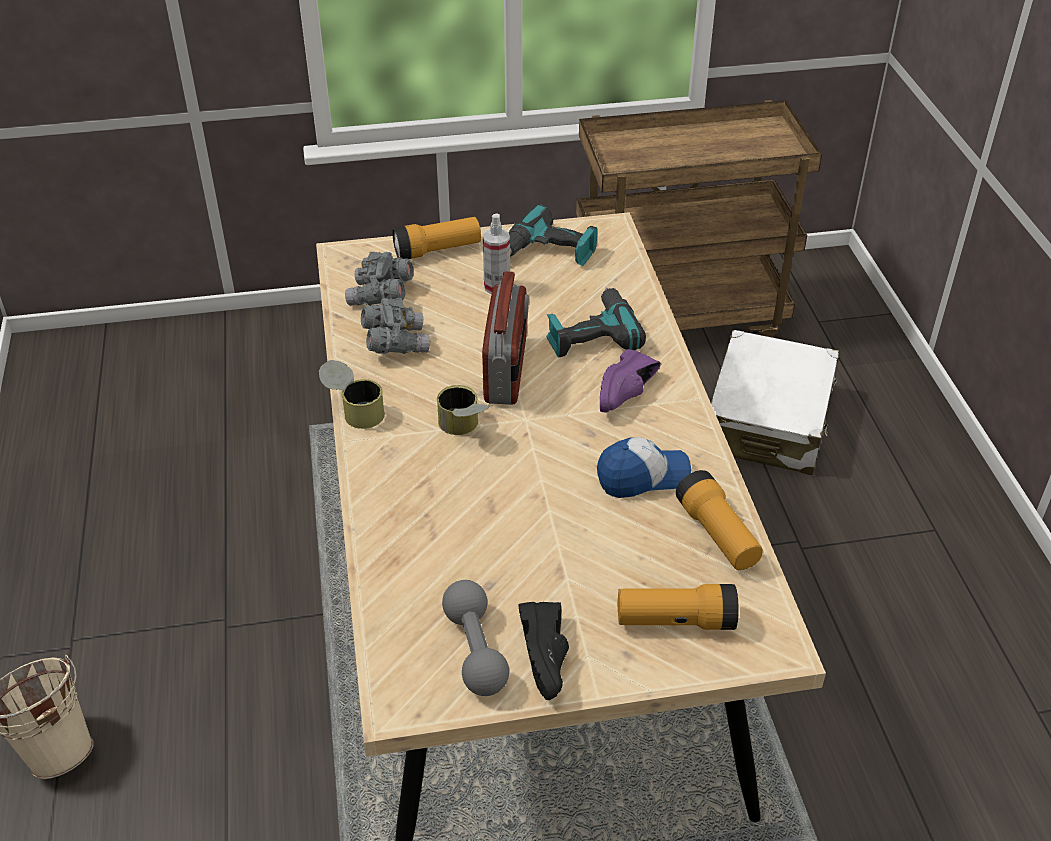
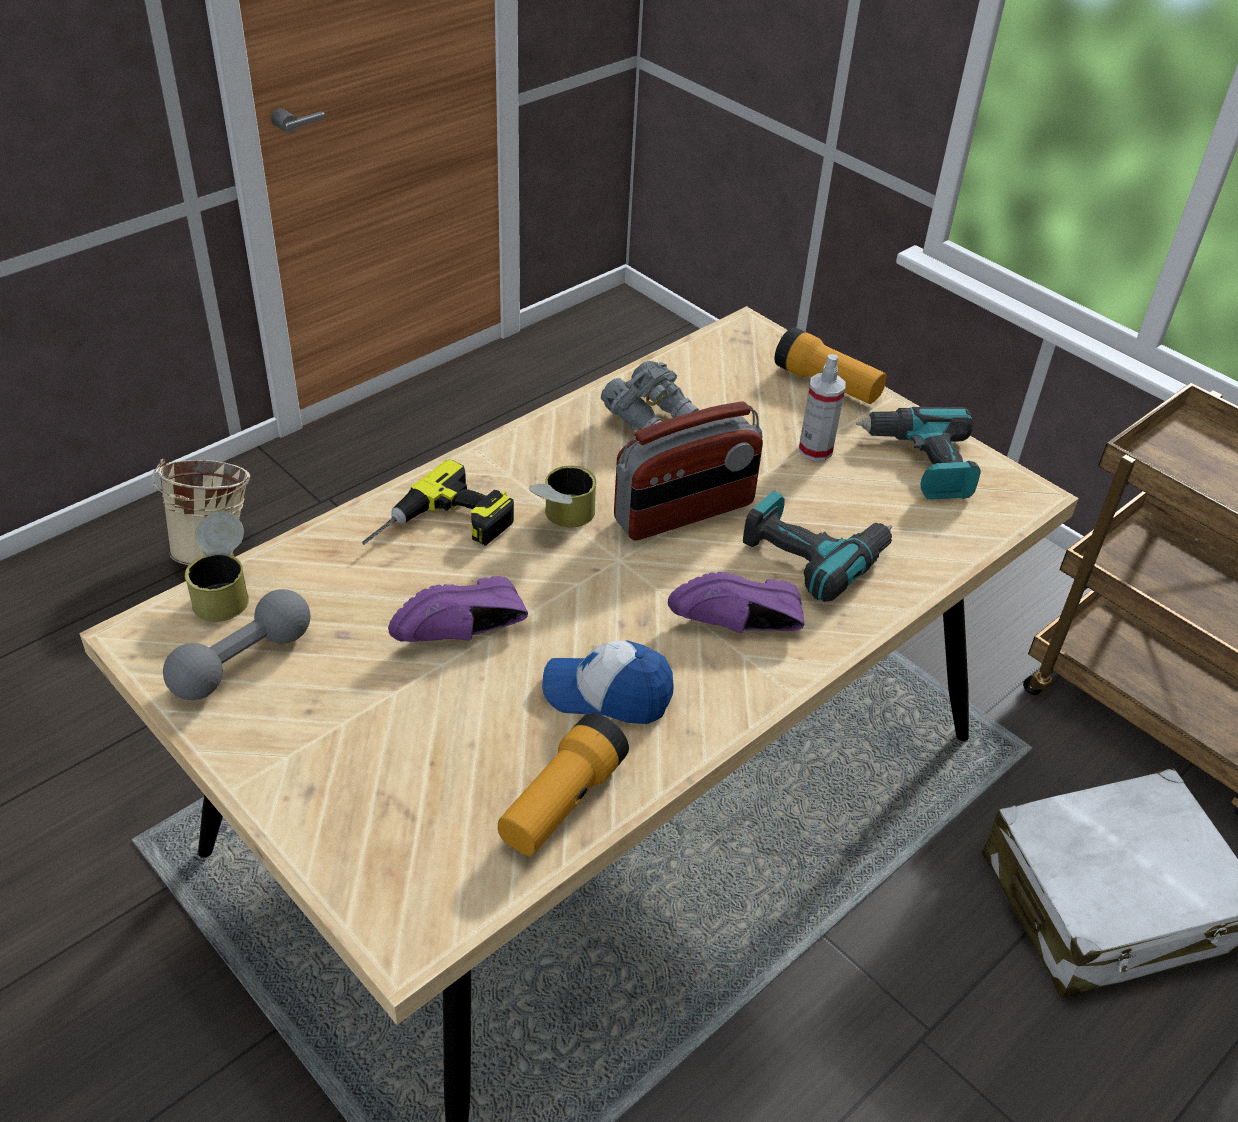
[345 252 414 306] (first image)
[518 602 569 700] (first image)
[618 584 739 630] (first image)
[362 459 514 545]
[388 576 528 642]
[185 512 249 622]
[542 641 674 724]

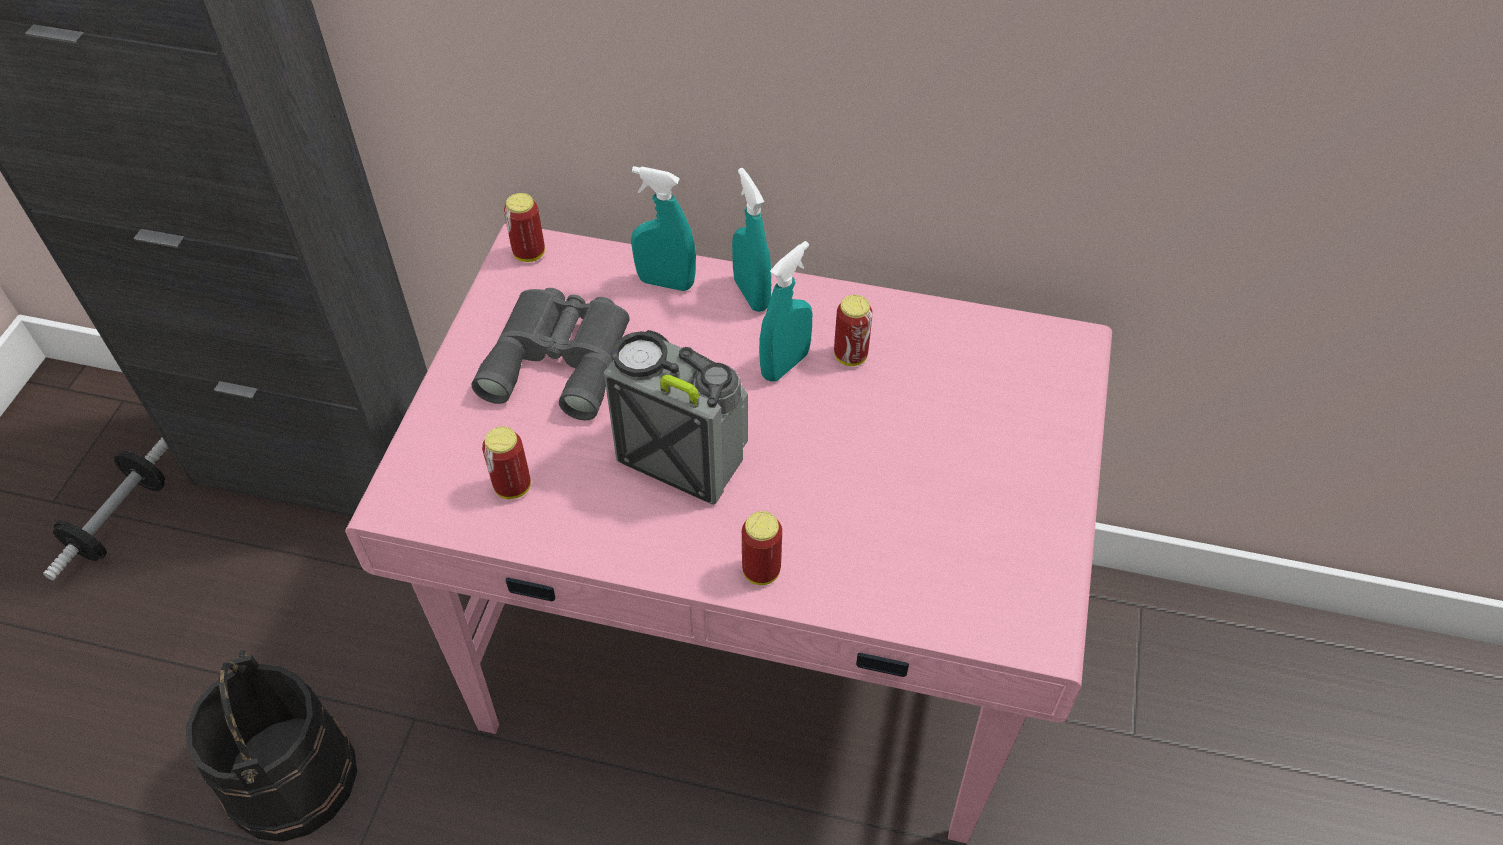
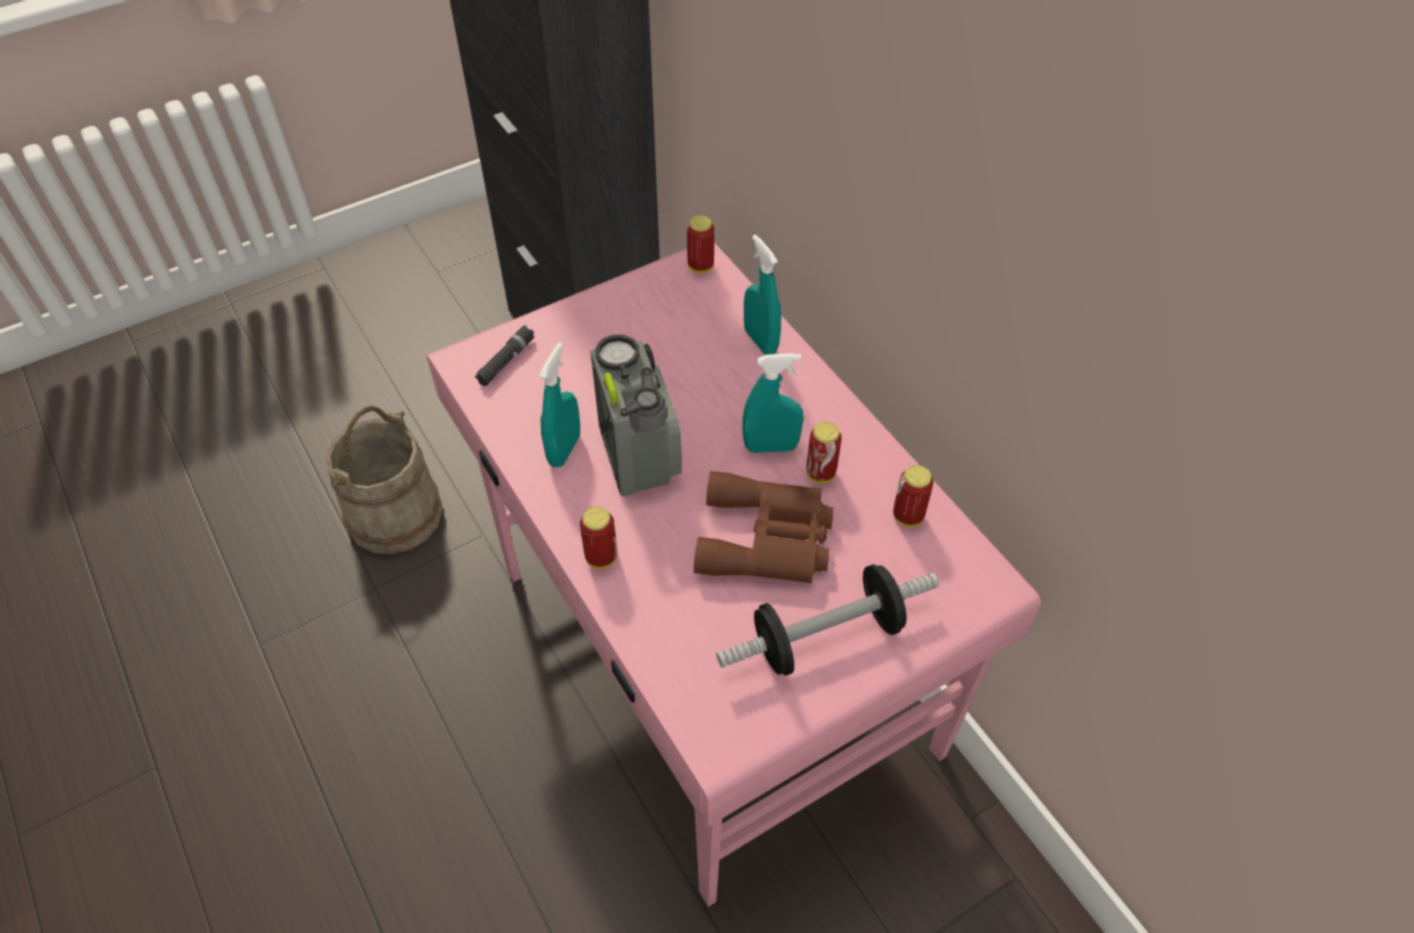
[472 288 630 420] (first image)
[475 325 534 386]
[694 471 834 583]
[716 564 939 675]
[893 465 933 527]
[539 342 580 467]
[326 406 443 554]

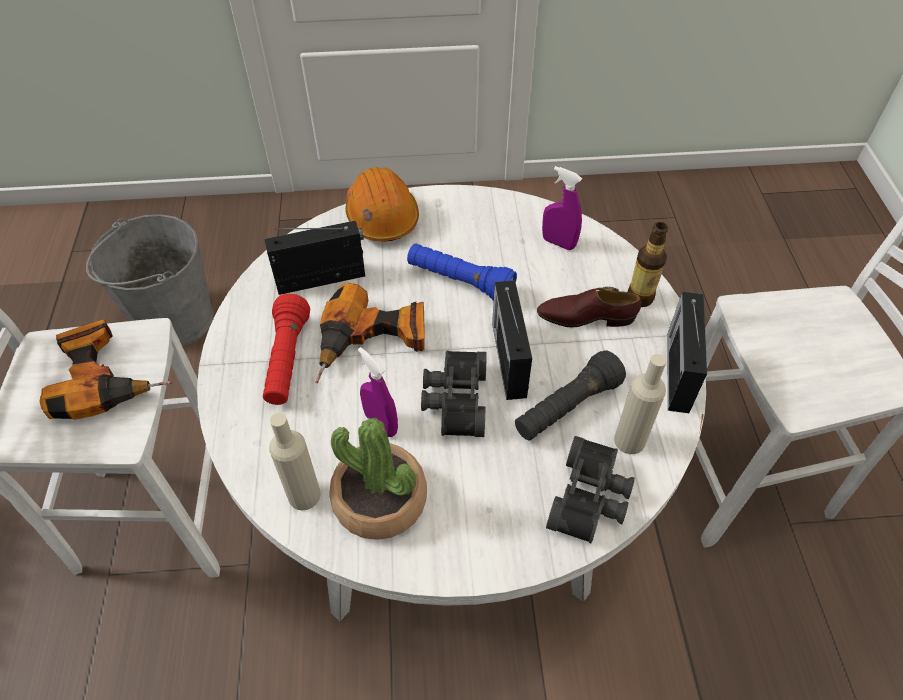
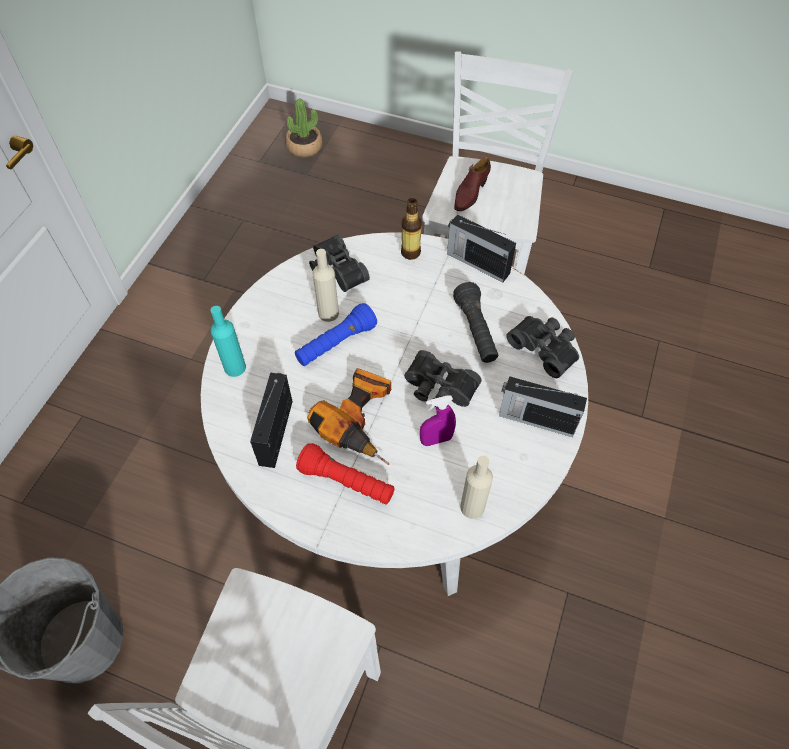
[40 320 172 420] (first image)
[285 99 323 158]
[499 376 587 437]
[454 157 491 211]
[312 249 339 322]
[210 306 246 377]
[309 234 370 292]

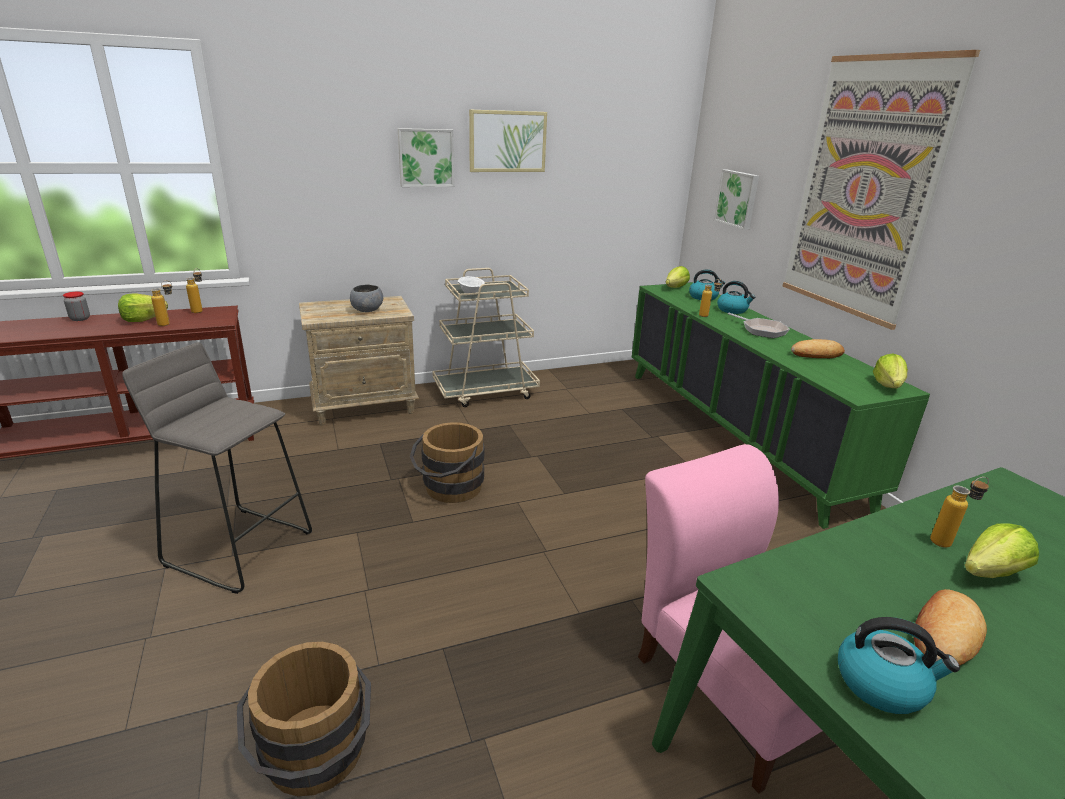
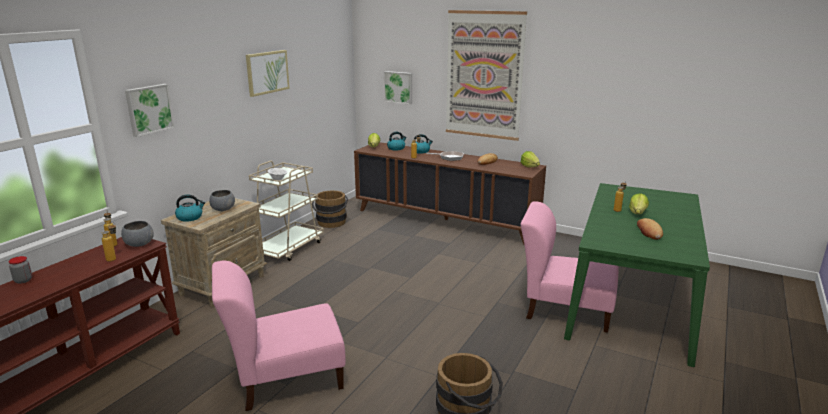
[118 293 168 322] (first image)
[121 221 154 247]
[125 84 175 137]
[312 191 348 228]
[175 194 205 222]
[212 261 346 411]
[354 142 546 245]

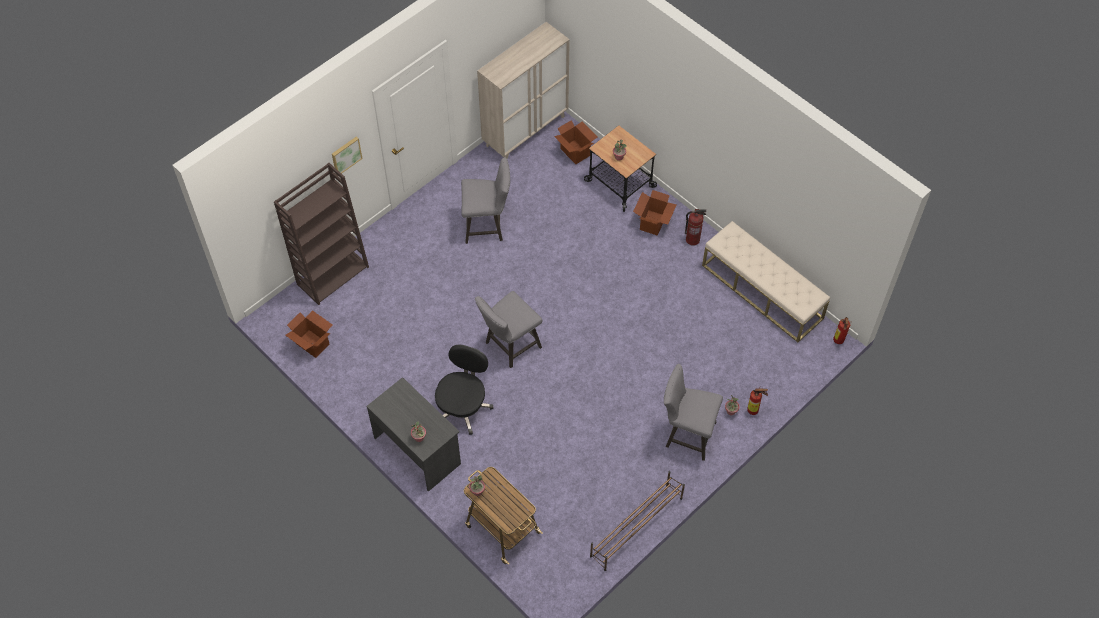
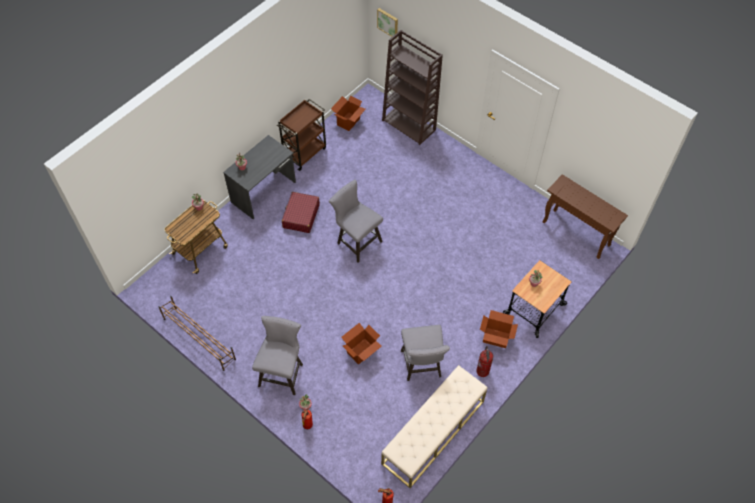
[277 99 326 171]
[377 8 398 39]
[401 325 450 381]
[341 323 382 365]
[282 192 320 233]
[542 174 628 259]

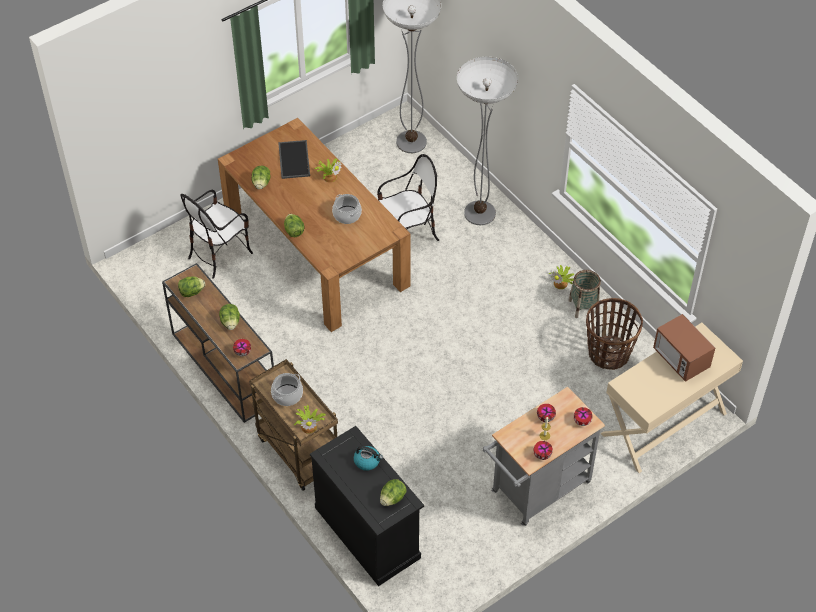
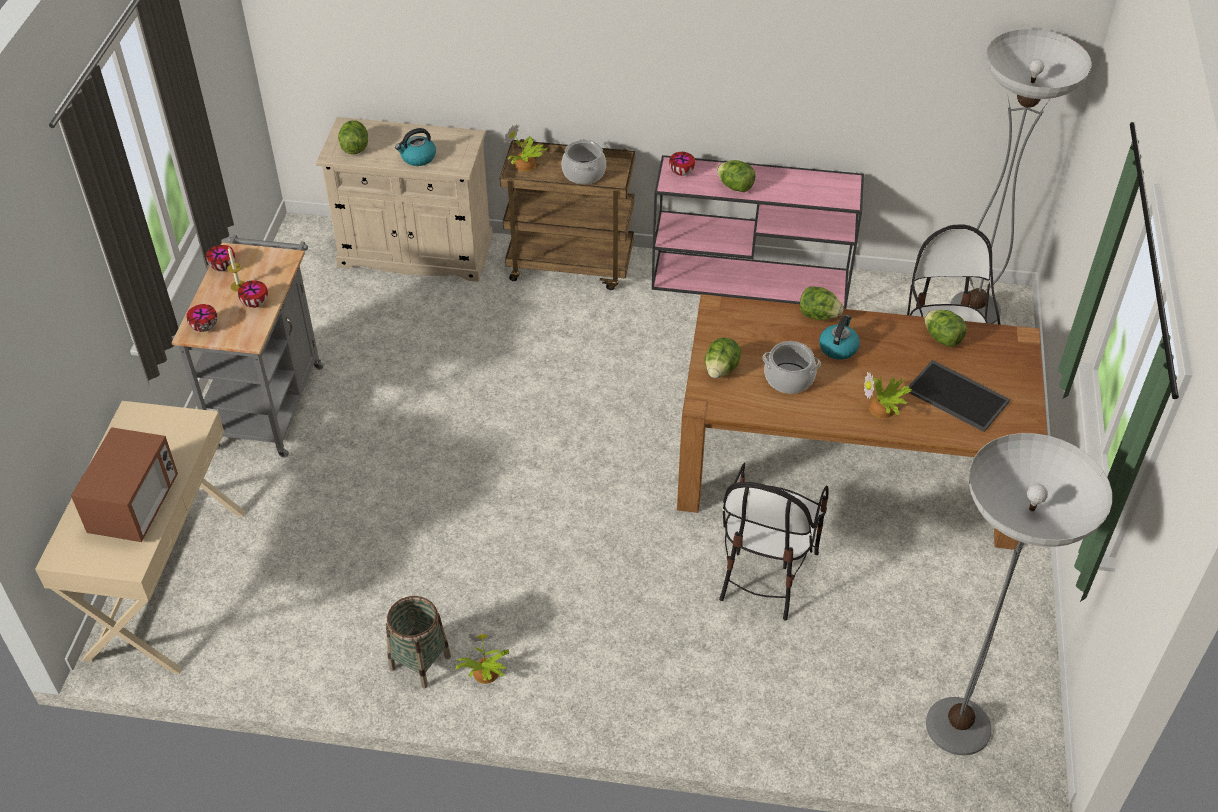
[586 298 643 370] (first image)
[819 315 860 360]
[705 337 742 378]
[950 29 1092 324]
[652 155 864 309]
[316 117 493 282]
[71 427 178 542]

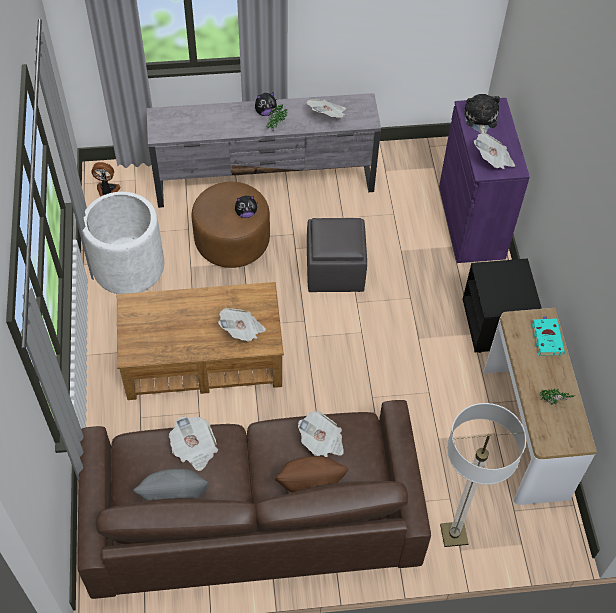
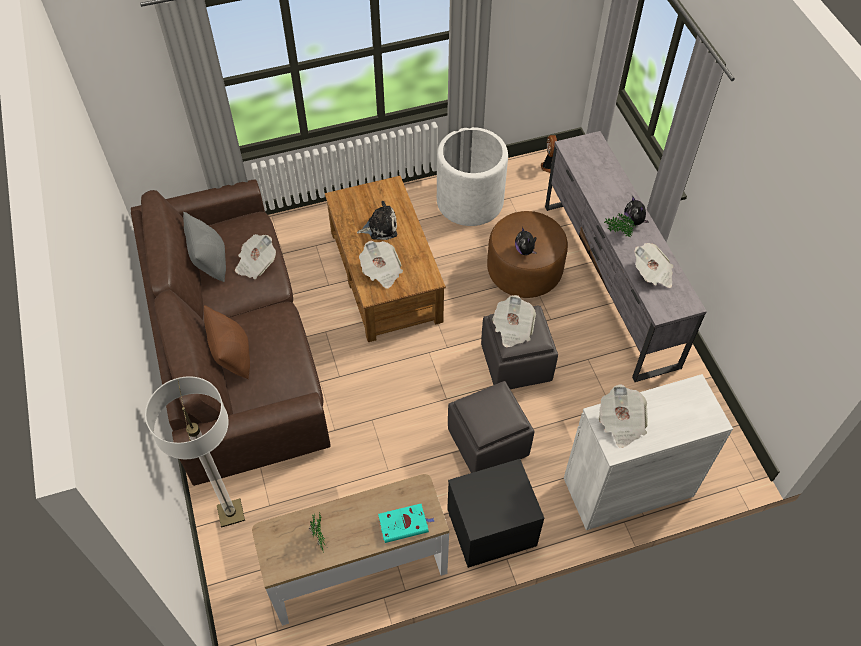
[448 381 534 473]
[492 295 536 347]
[357 201 397 240]
[564 374 733 530]

